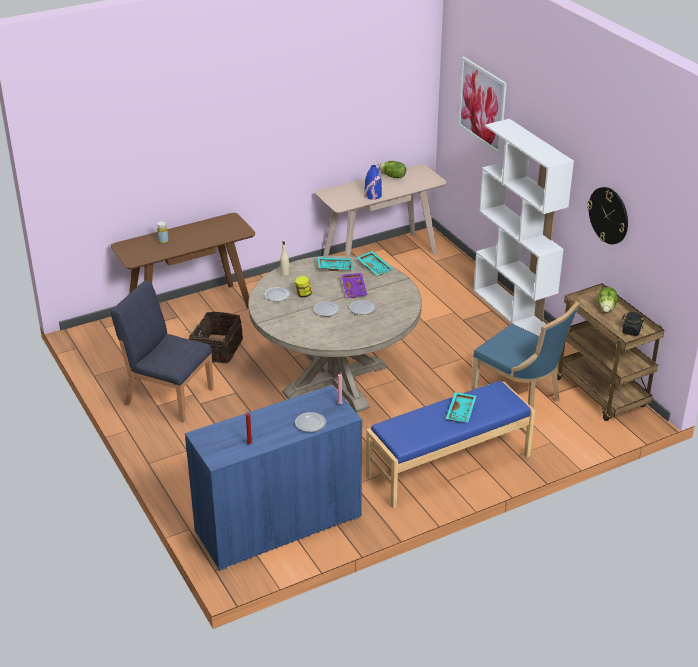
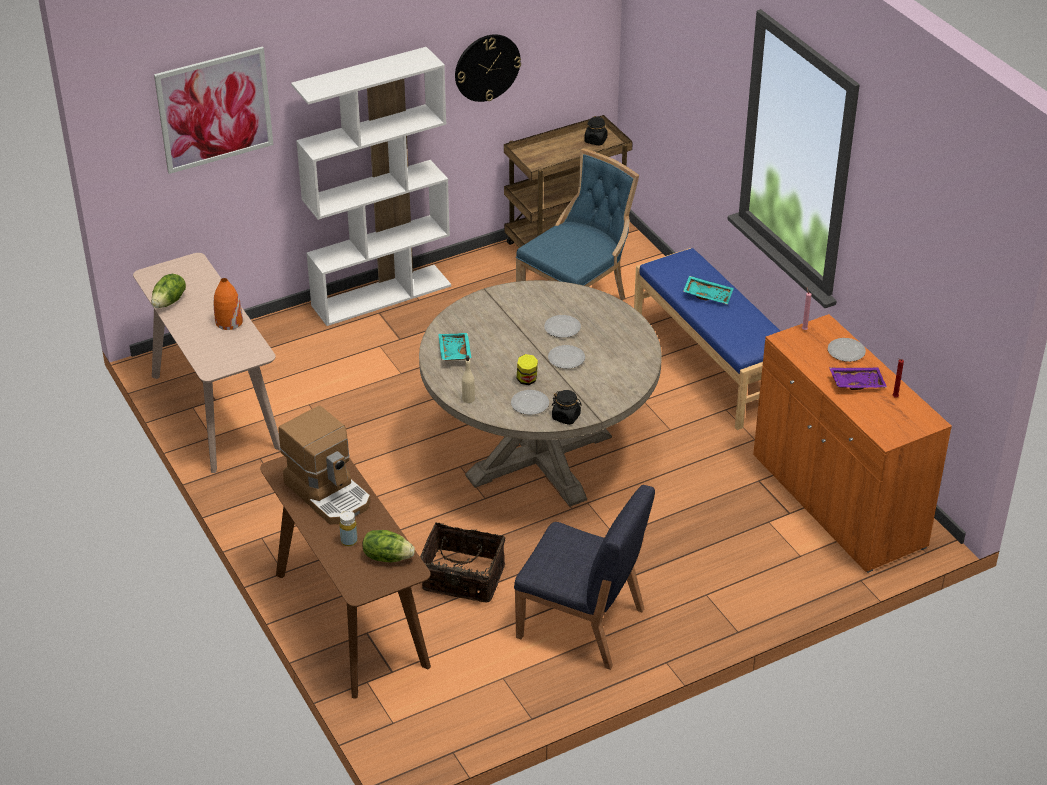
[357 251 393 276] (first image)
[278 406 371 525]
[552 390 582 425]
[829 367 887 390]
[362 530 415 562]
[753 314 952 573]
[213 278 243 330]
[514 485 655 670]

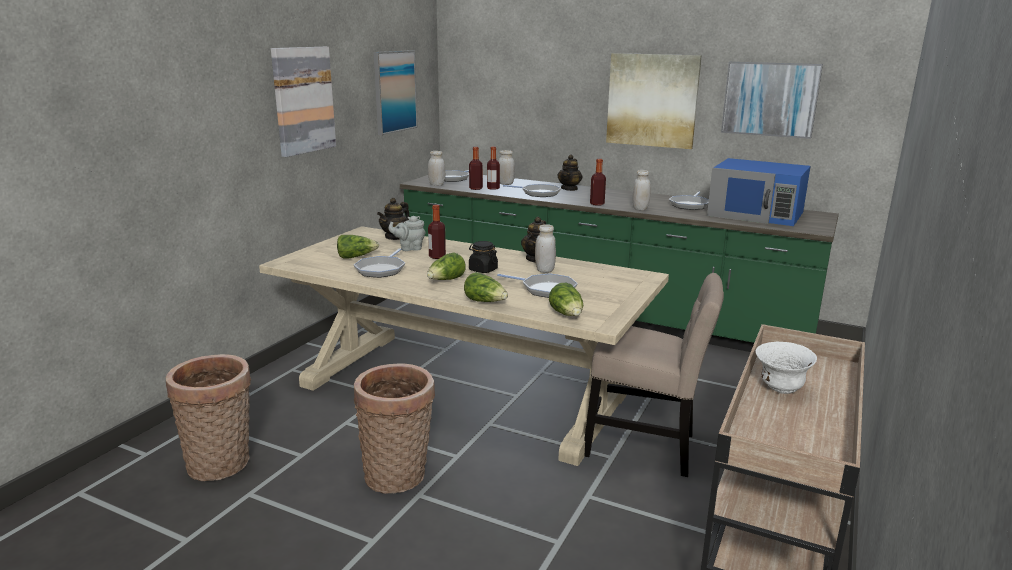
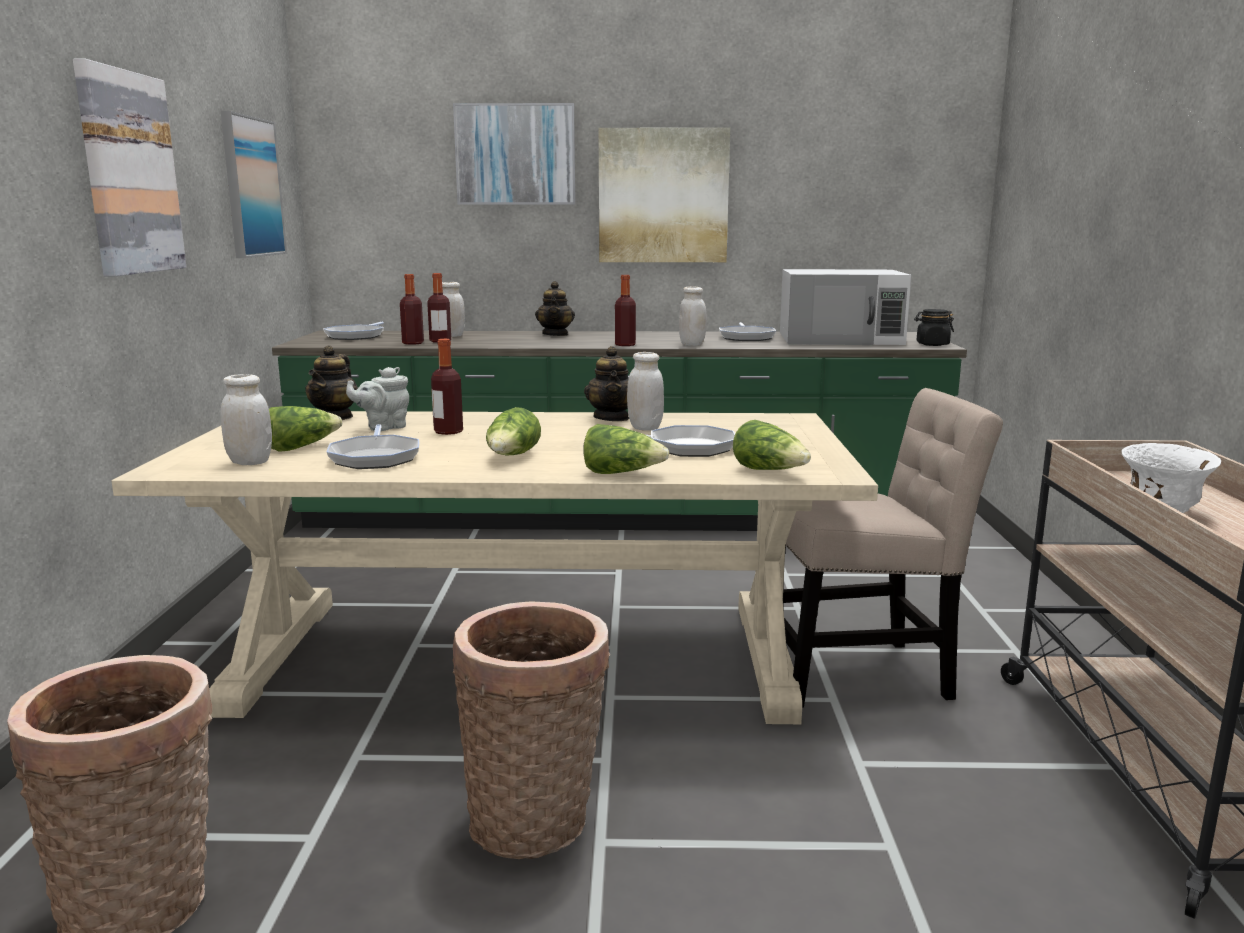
[503 184 561 197] (first image)
[221 374 272 465]
[914 309 954 346]
[453 103 575 205]
[780 269 912 345]

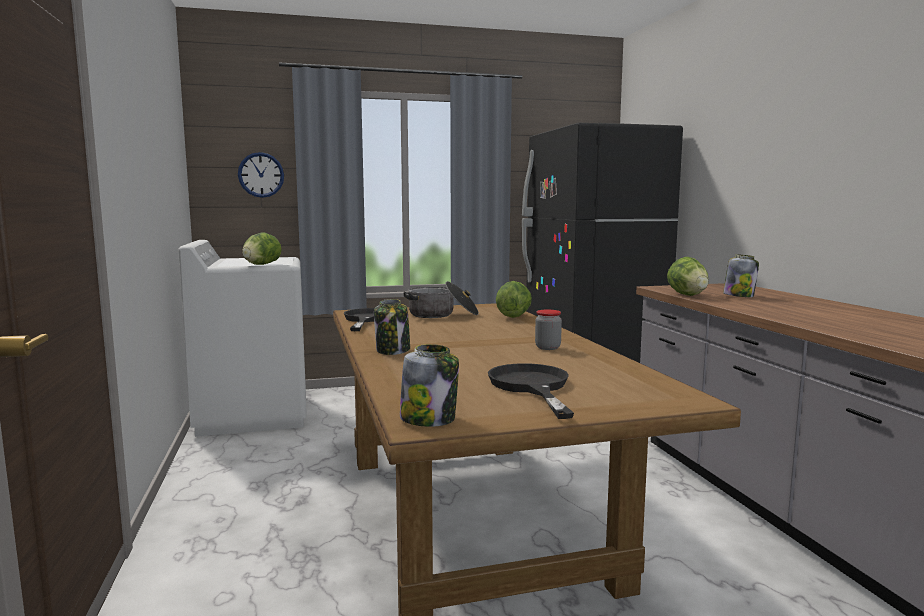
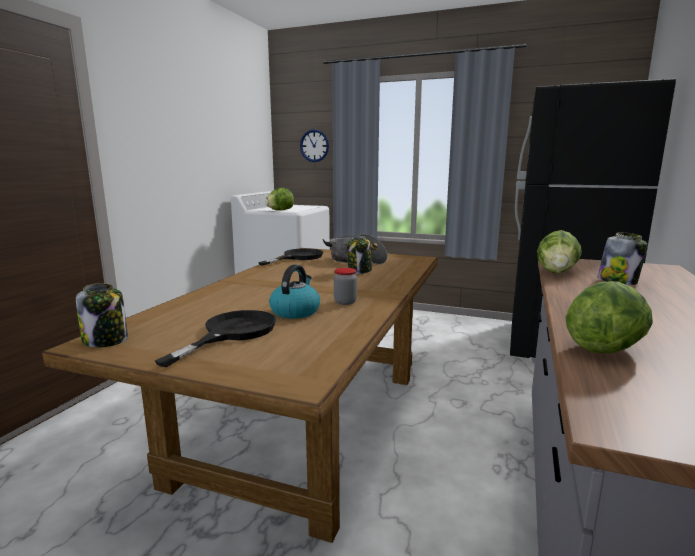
[269 265 320 319]
[347 236 372 274]
[565 281 653 353]

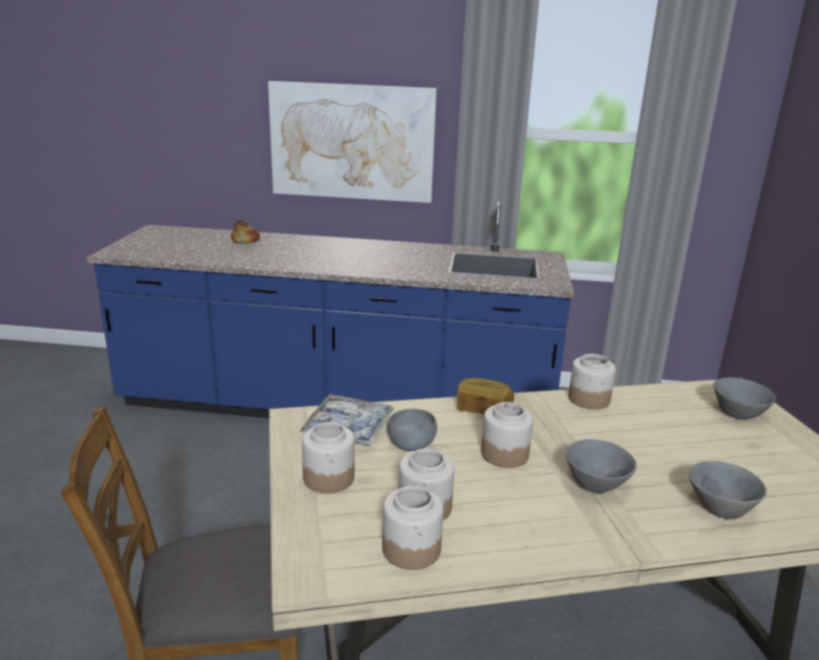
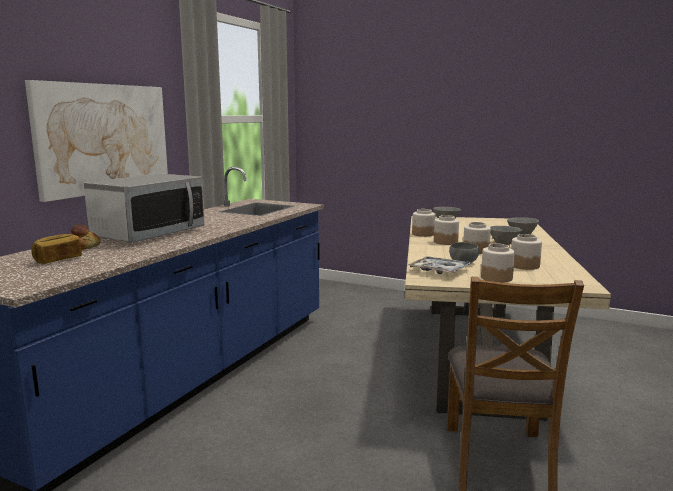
[84 174 205 243]
[434 215 459 245]
[31 234 82 264]

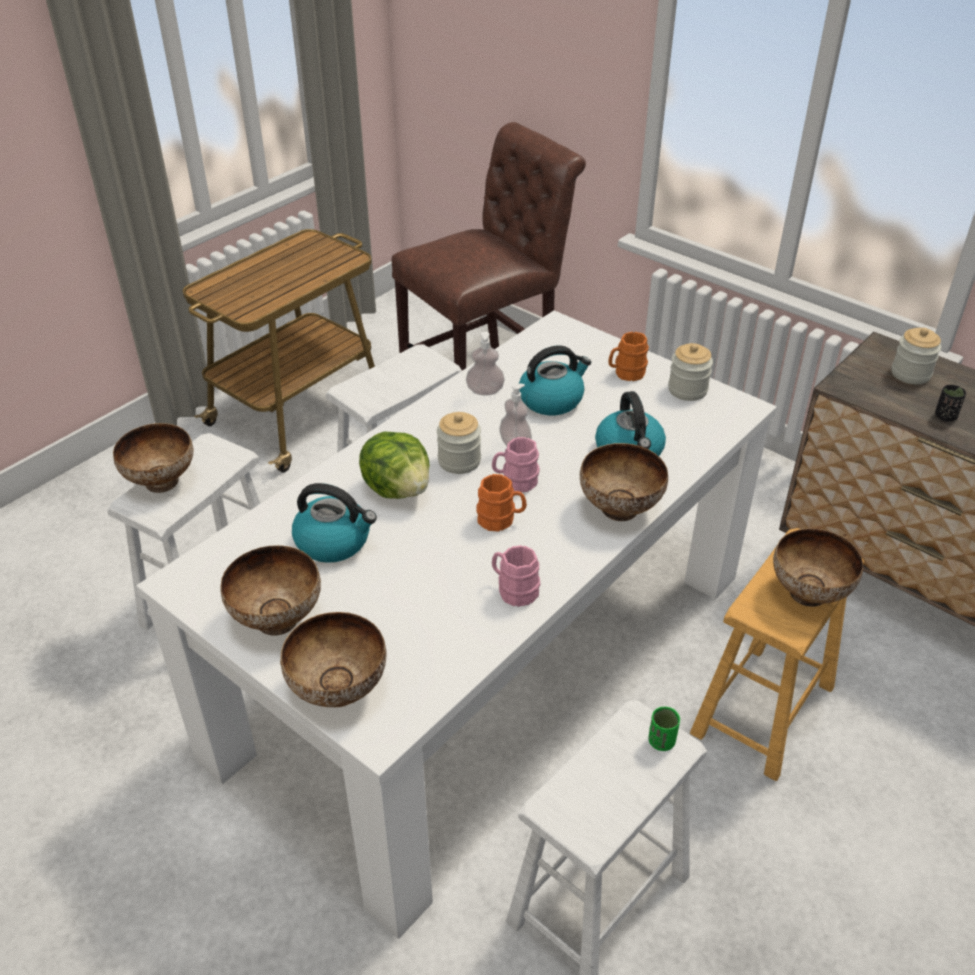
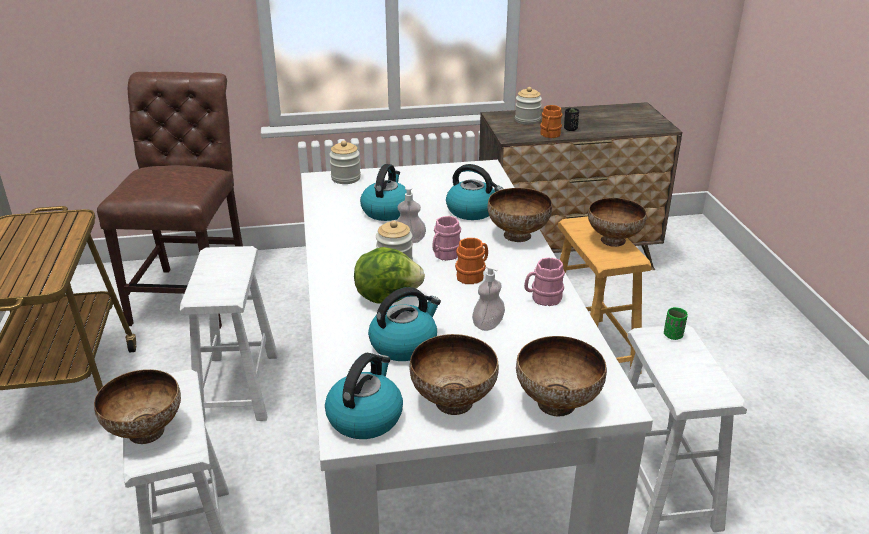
[325 353 403 439]
[472 264 505 331]
[540 105 563 138]
[329 141 361 184]

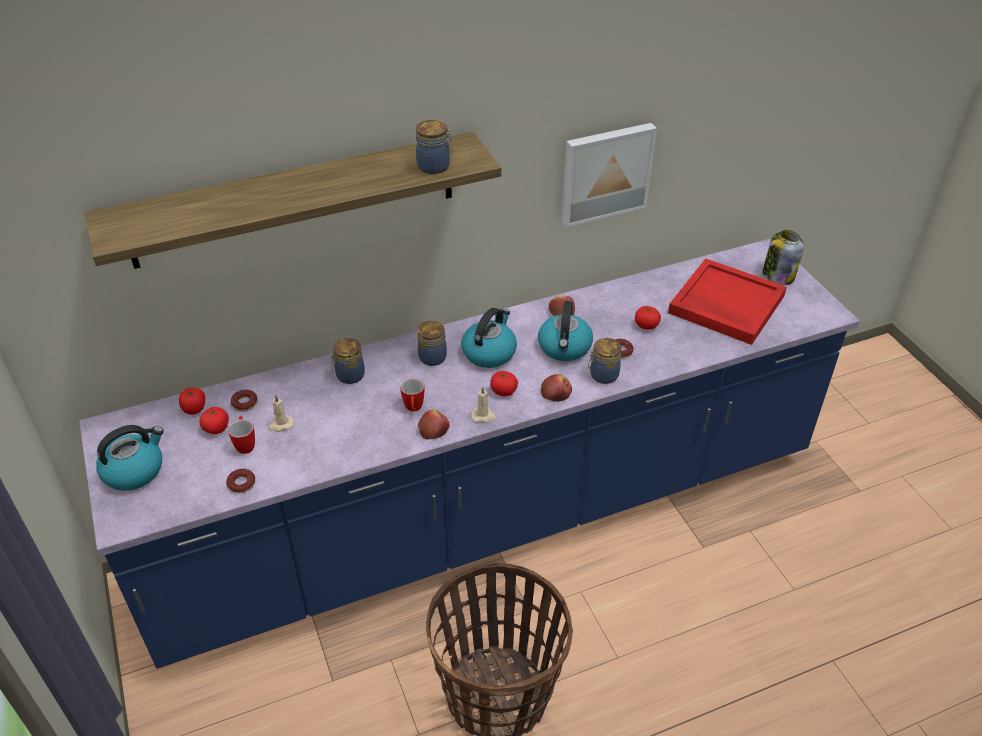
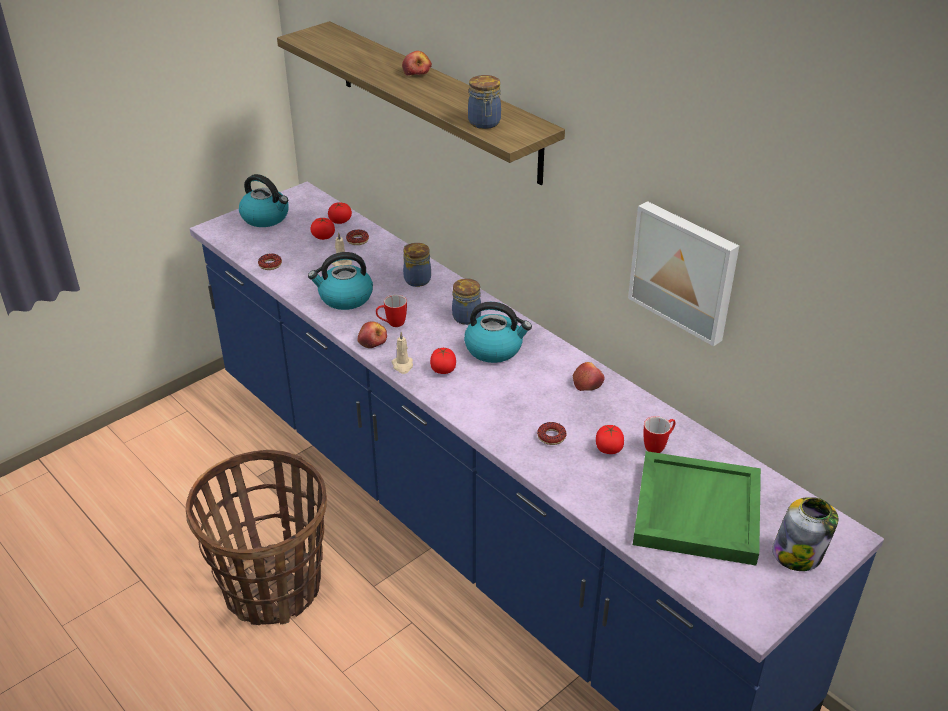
[588 338 622 384] (first image)
[644 416 676 453]
[308 252 373 310]
[402 51 432 75]
[633 451 761 565]

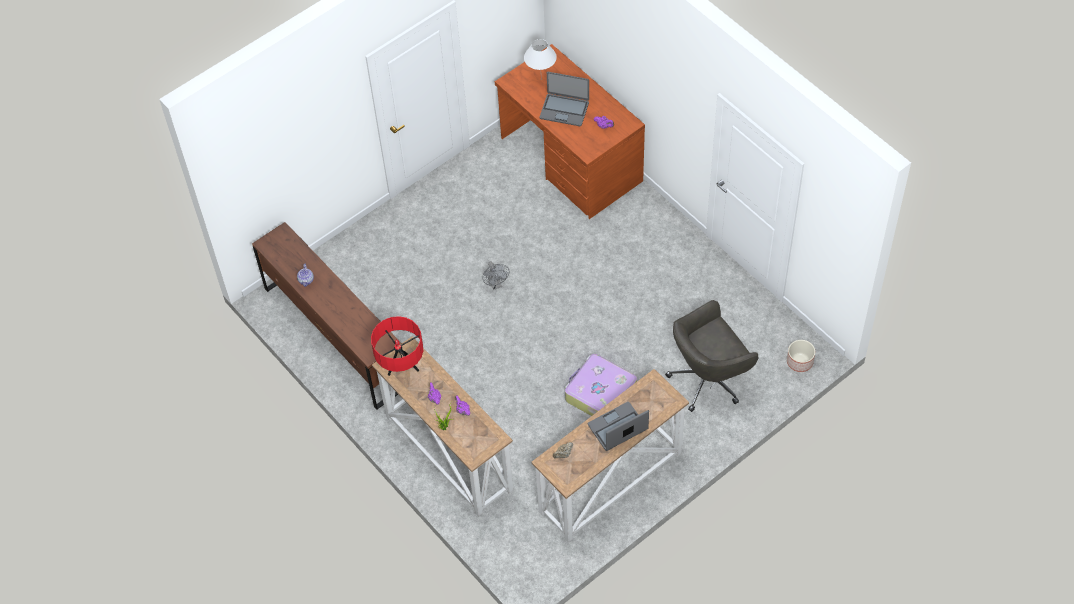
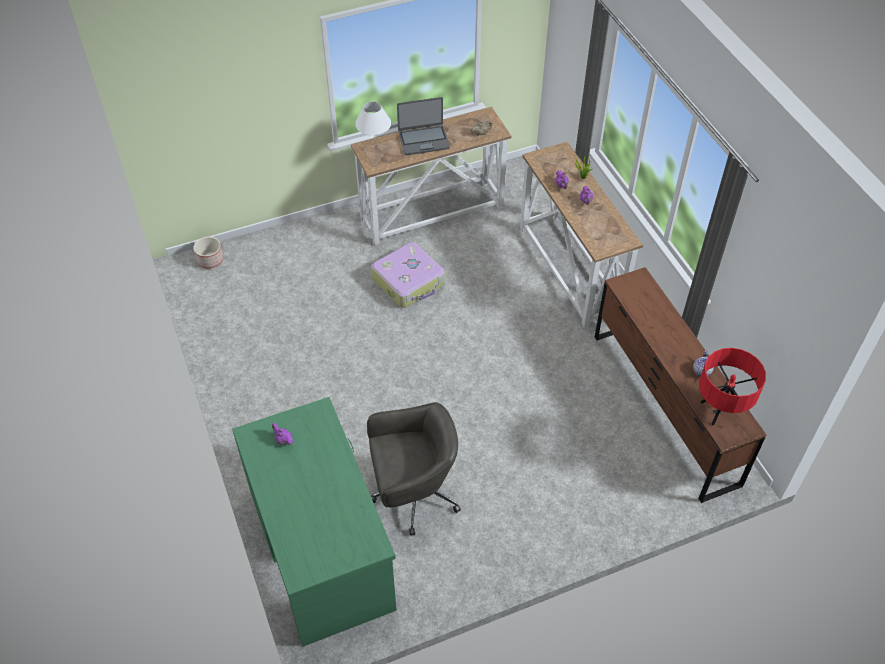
[482 261 509 290] (first image)
[540 72 589 126] (first image)
[699 348 766 426]
[355 101 391 144]
[367 402 461 536]
[232 397 397 647]

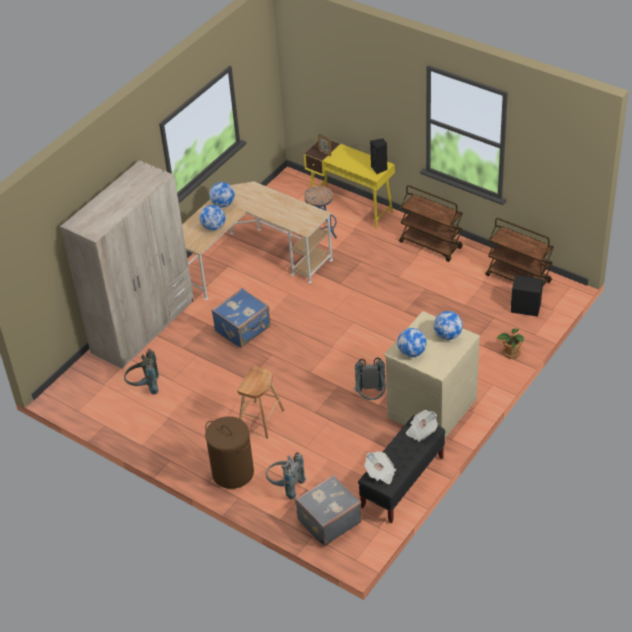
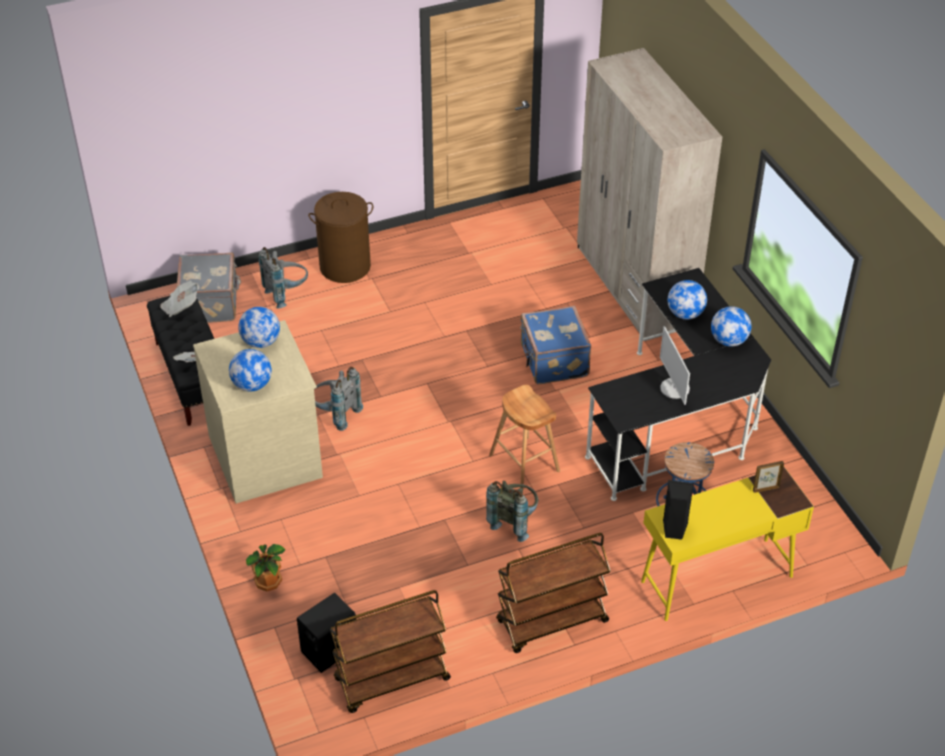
[660 326 690 405]
[486 481 538 542]
[489 385 560 489]
[585 268 771 501]

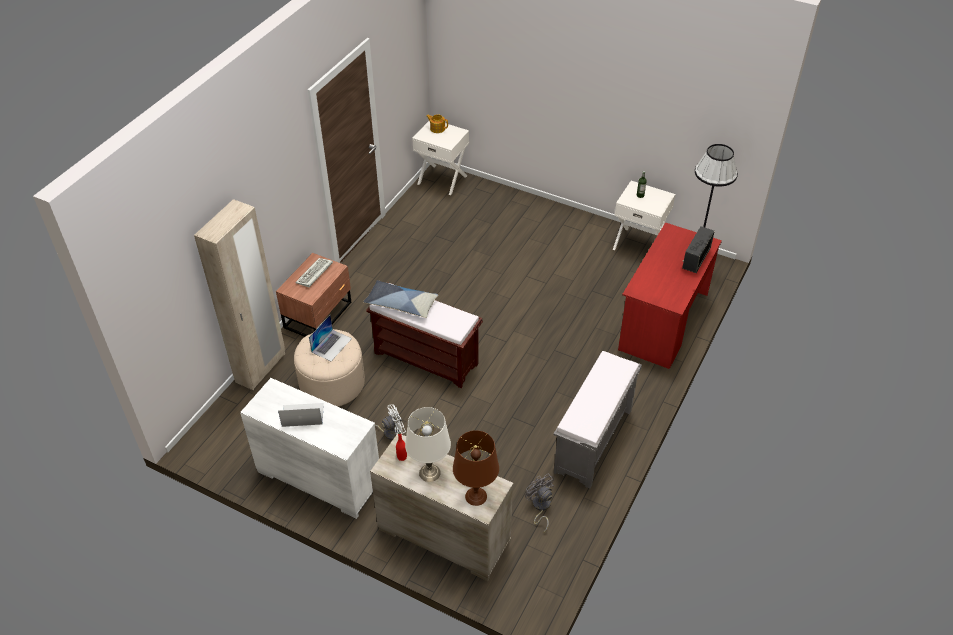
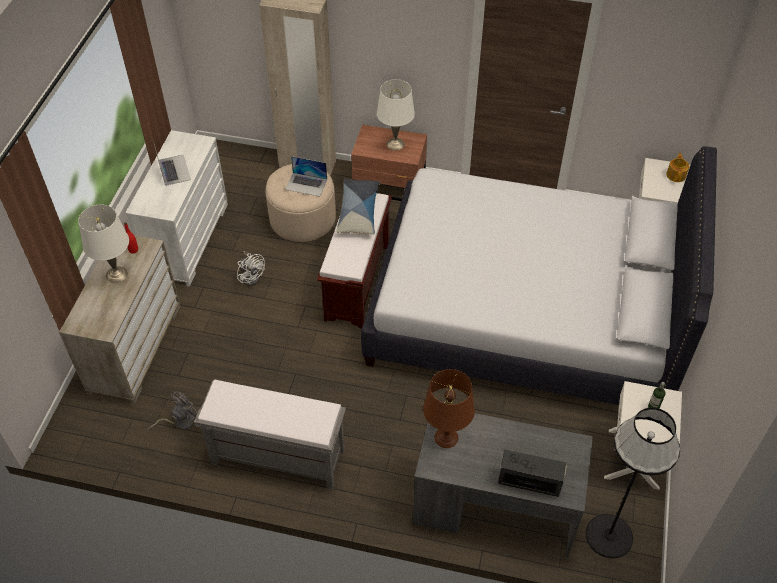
[361 147 717 405]
[423 369 475 448]
[377 79 415 150]
[413 413 593 557]

